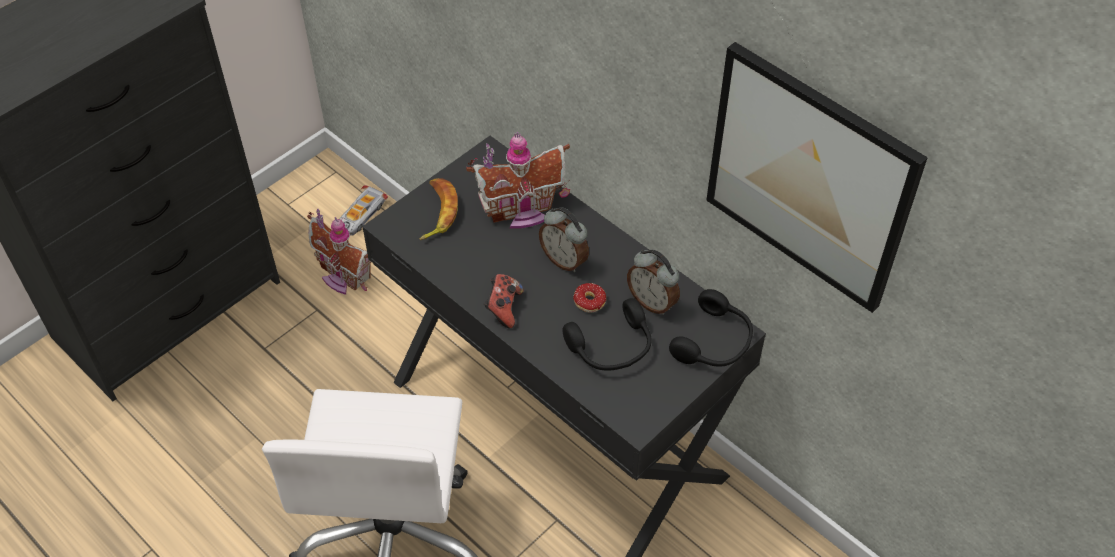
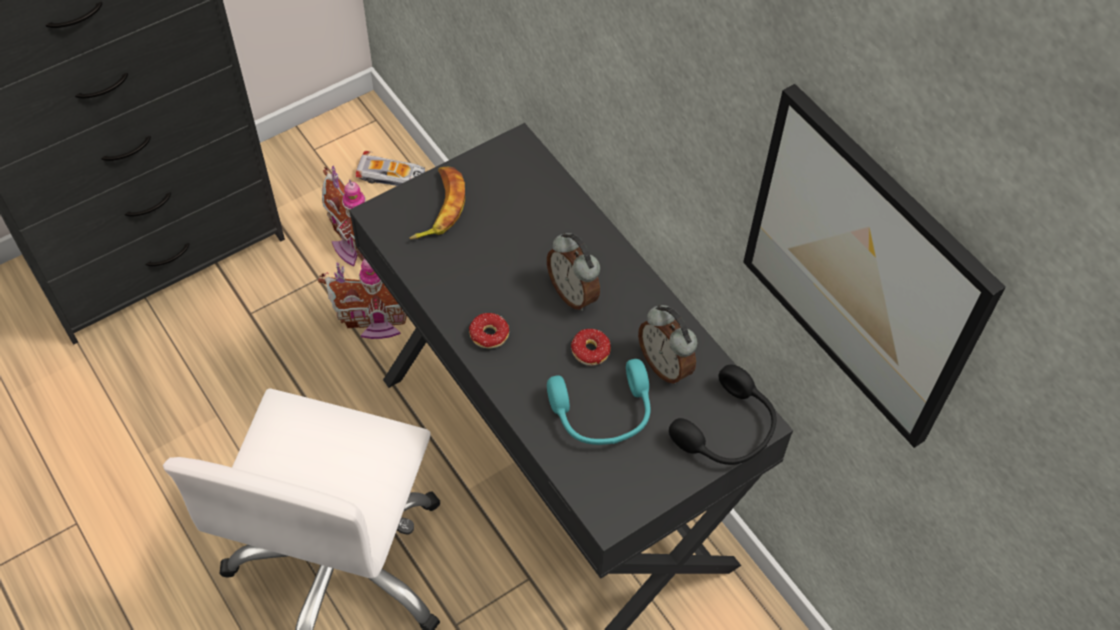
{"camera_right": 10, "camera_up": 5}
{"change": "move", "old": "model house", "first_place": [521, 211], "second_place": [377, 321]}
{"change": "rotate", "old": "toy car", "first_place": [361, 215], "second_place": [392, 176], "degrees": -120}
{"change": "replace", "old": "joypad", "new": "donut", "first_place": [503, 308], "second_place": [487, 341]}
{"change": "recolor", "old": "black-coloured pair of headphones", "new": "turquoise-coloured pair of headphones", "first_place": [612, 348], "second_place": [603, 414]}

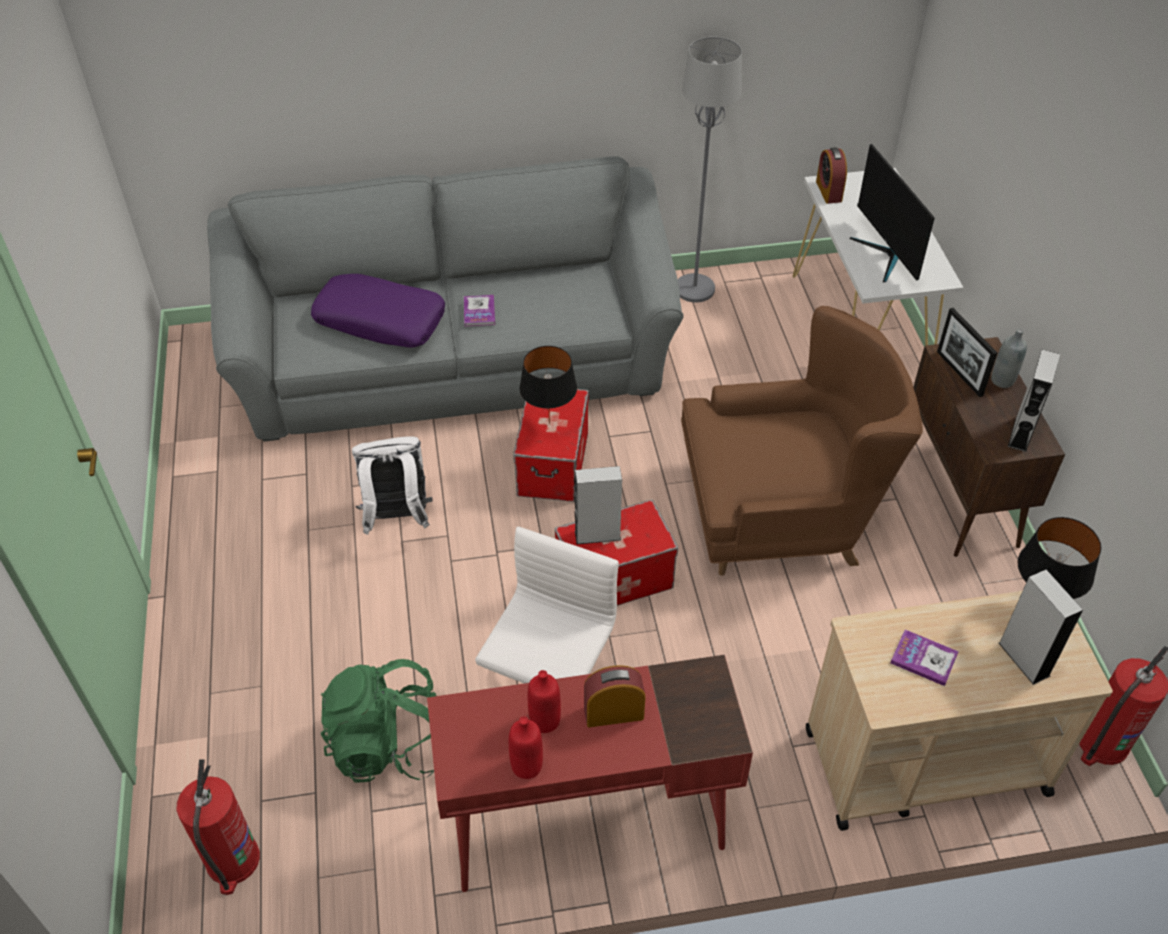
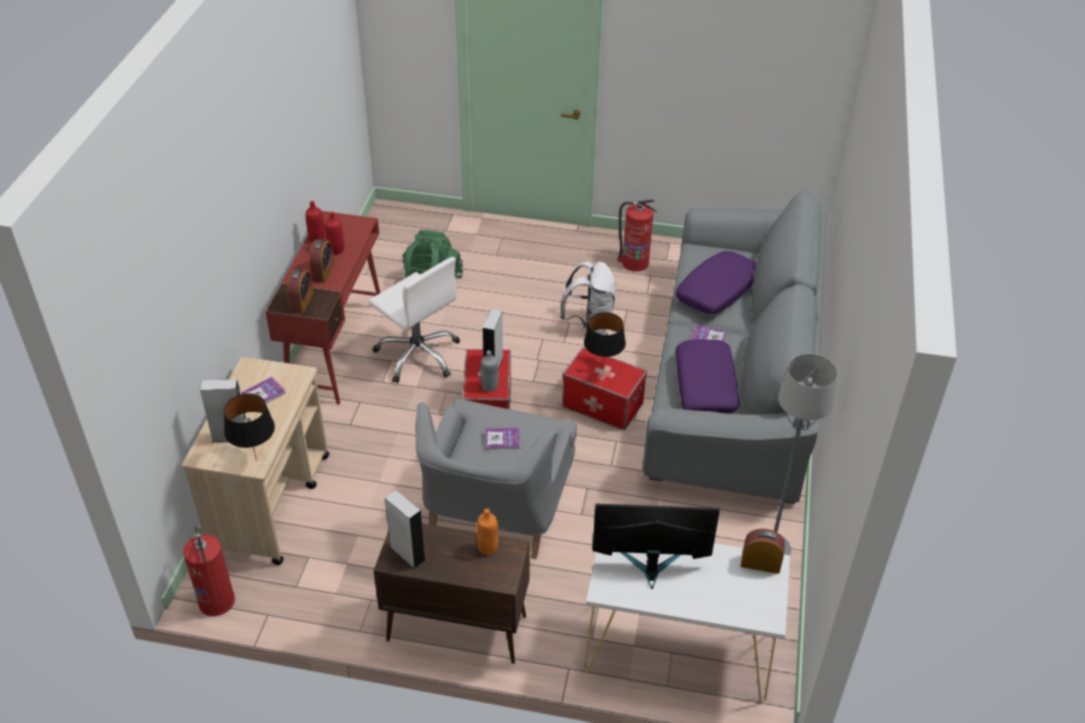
{"camera_right": 110, "camera_up": -5}
{"change": "insert", "new": "bedside clock", "second_place": [302, 302]}
{"change": "recolor", "old": "brown easy chair", "new": "greyish easy chair", "first_place": [780, 514], "second_place": [495, 509]}
{"change": "replace", "old": "photo frame", "new": "orange-coloured drink bottle", "first_place": [959, 373], "second_place": [487, 547]}
{"change": "move", "old": "greyish drink bottle", "first_place": [1002, 380], "second_place": [489, 386]}
{"change": "insert", "new": "book", "second_place": [502, 439]}
{"change": "move", "old": "extinguisher", "first_place": [232, 861], "second_place": [634, 262]}
{"change": "insert", "new": "purplish throw pillow", "second_place": [706, 385]}

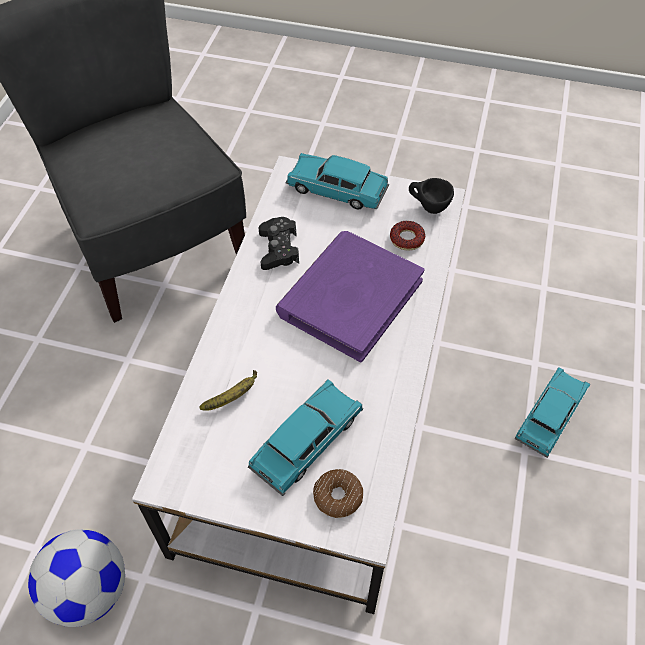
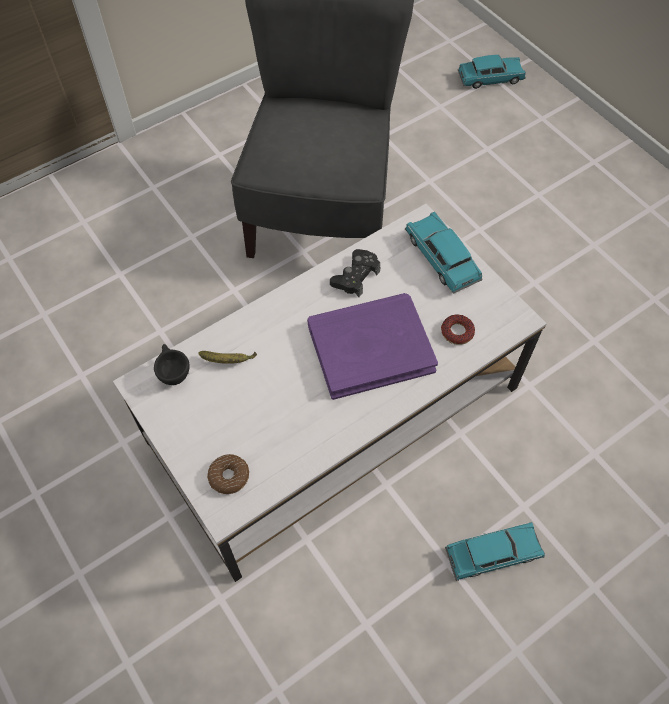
{"camera_right": 40, "camera_up": 5}
{"change": "move", "old": "black-coloured small cup", "first_place": [428, 208], "second_place": [173, 373]}
{"change": "move", "old": "turquoise-coloured toy car", "first_place": [307, 443], "second_place": [490, 79]}
{"change": "delete", "old": "football", "first_place": [89, 591]}

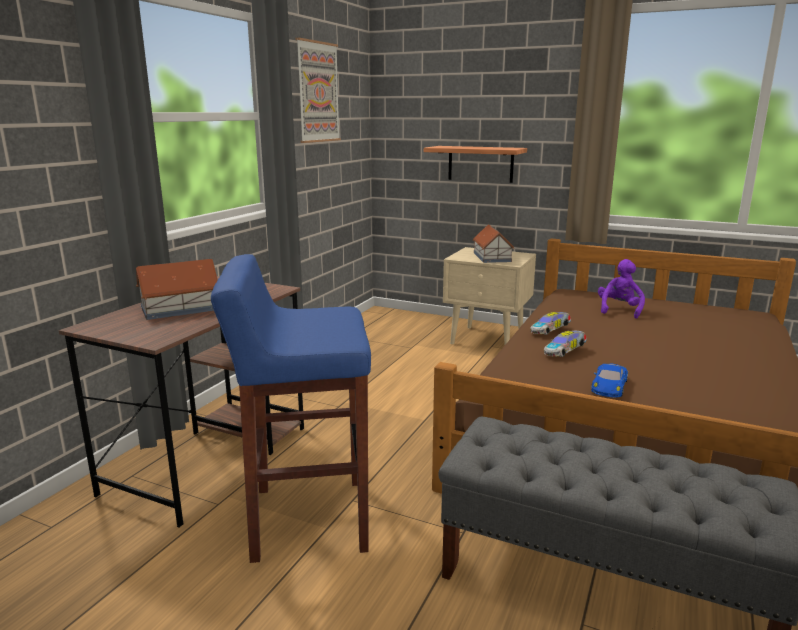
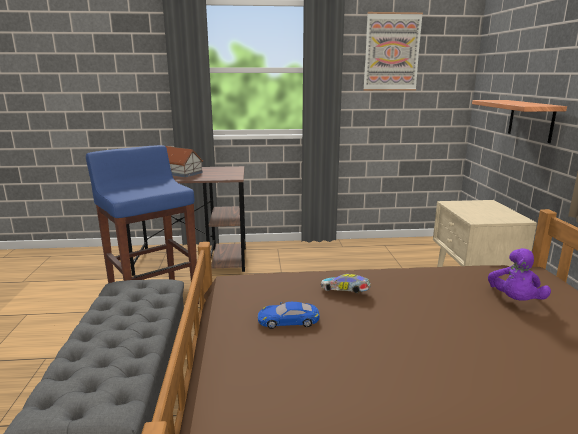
{"camera_right": 60, "camera_up": 0}
{"change": "rotate", "old": "purplish soft toy", "first_place": [619, 310], "second_place": [514, 301], "degrees": 120}
{"change": "delete", "old": "model house", "first_place": [492, 257]}
{"change": "delete", "old": "toy car", "first_place": [550, 331]}

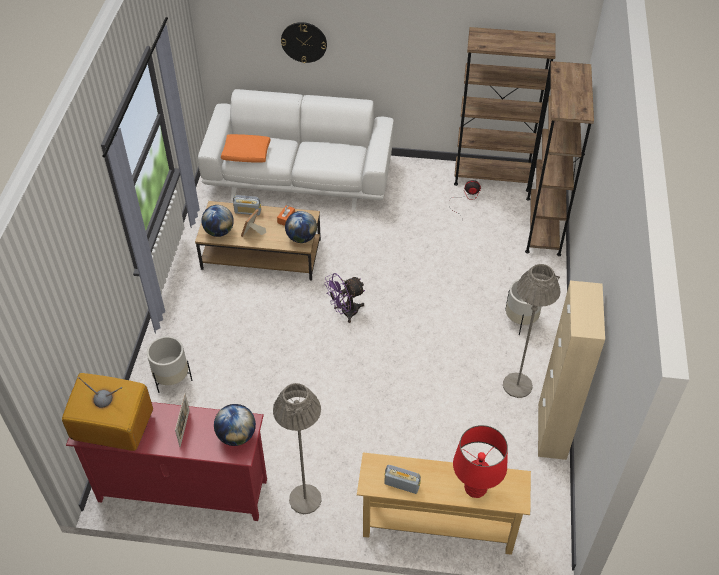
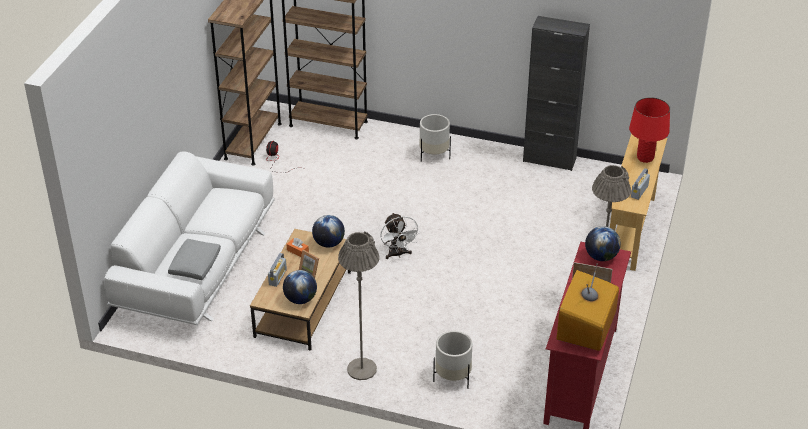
{"camera_right": -80, "camera_up": -10}
{"change": "recolor", "old": "orange-coloured throw pillow", "new": "greyish throw pillow", "first_place": [247, 154], "second_place": [195, 265]}
{"change": "move", "old": "greyish standing lamp", "first_place": [517, 385], "second_place": [361, 369]}
{"change": "recolor", "old": "purplish electric fan", "new": "white-coloured electric fan", "first_place": [345, 312], "second_place": [398, 254]}
{"change": "recolor", "old": "beige cabinet", "new": "black-coloured cabinet", "first_place": [552, 431], "second_place": [549, 160]}
{"change": "delete", "old": "wall clock", "first_place": [304, 42]}

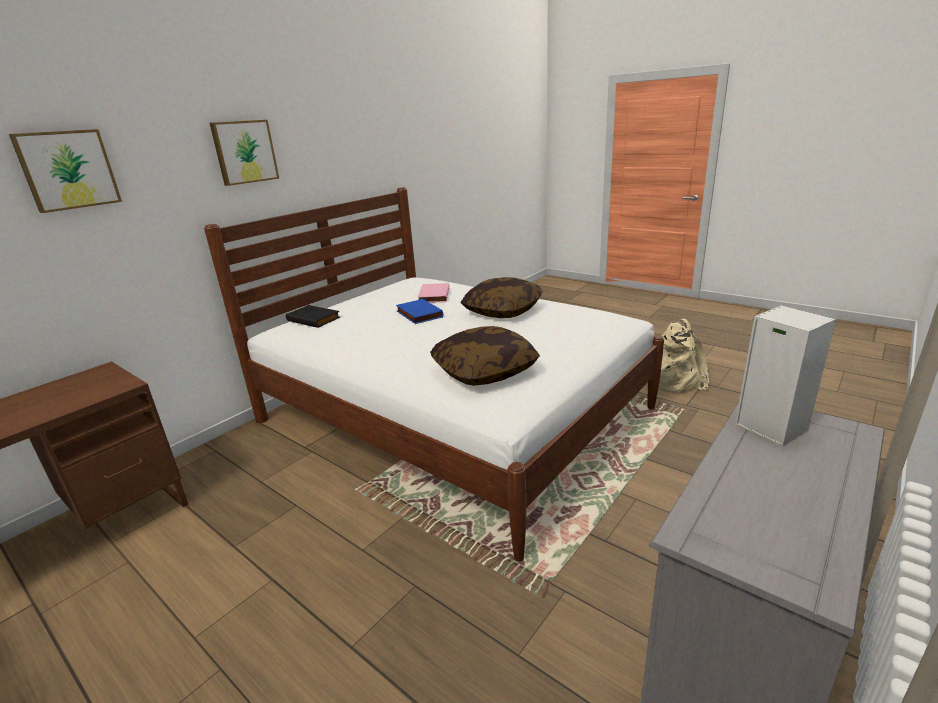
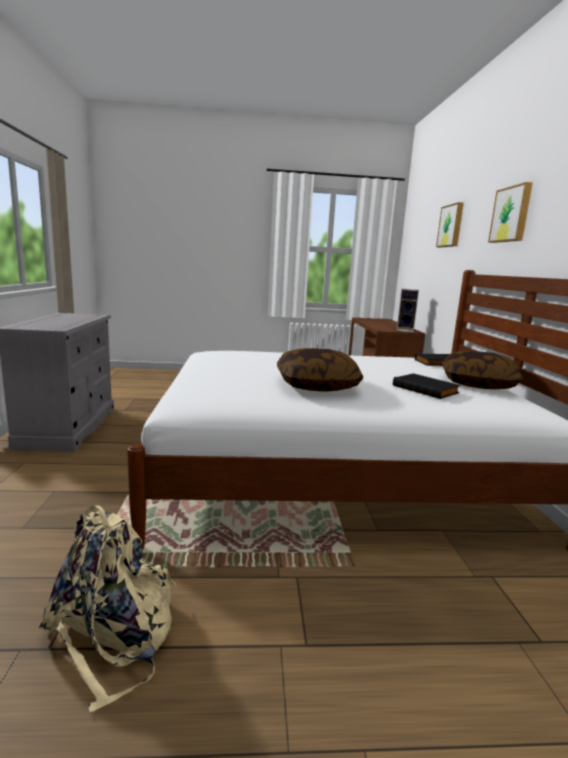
{"camera_right": 135, "camera_up": -10}
{"change": "recolor", "old": "pink-coloured book", "new": "black-coloured book", "first_place": [433, 295], "second_place": [426, 389]}
{"change": "move", "old": "loudspeaker", "first_place": [767, 427], "second_place": [405, 330]}
{"change": "move", "old": "throw pillow", "first_place": [485, 371], "second_place": [478, 384]}
{"change": "delete", "old": "blue book", "first_place": [418, 314]}

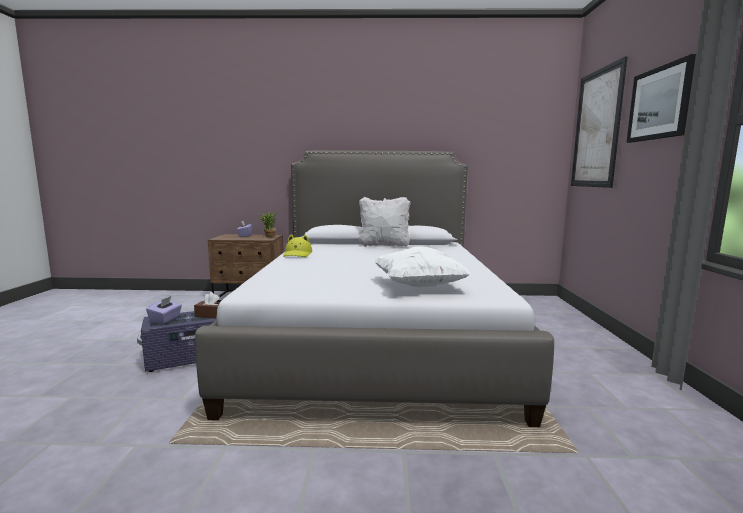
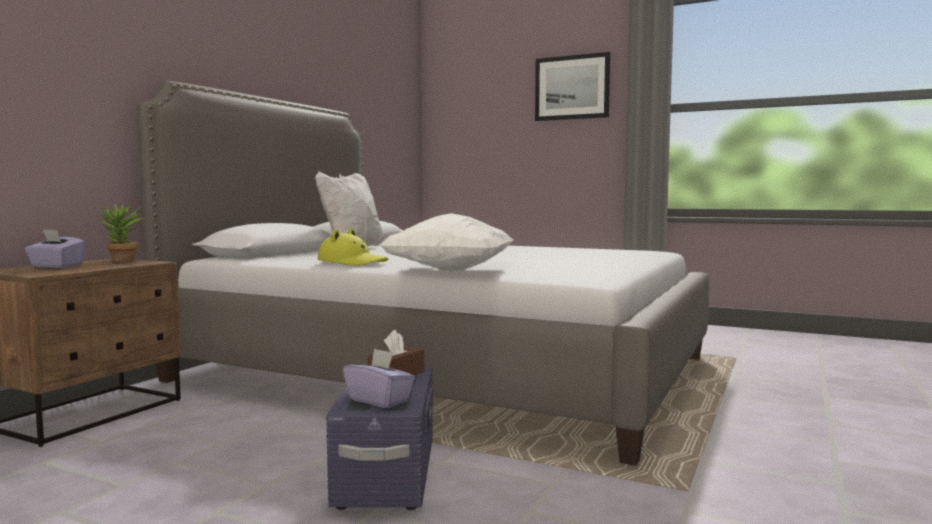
{"camera_right": -65, "camera_up": -5}
{"change": "move", "old": "white-coloured throw pillow", "first_place": [419, 286], "second_place": [450, 271]}
{"change": "delete", "old": "wall art", "first_place": [596, 129]}

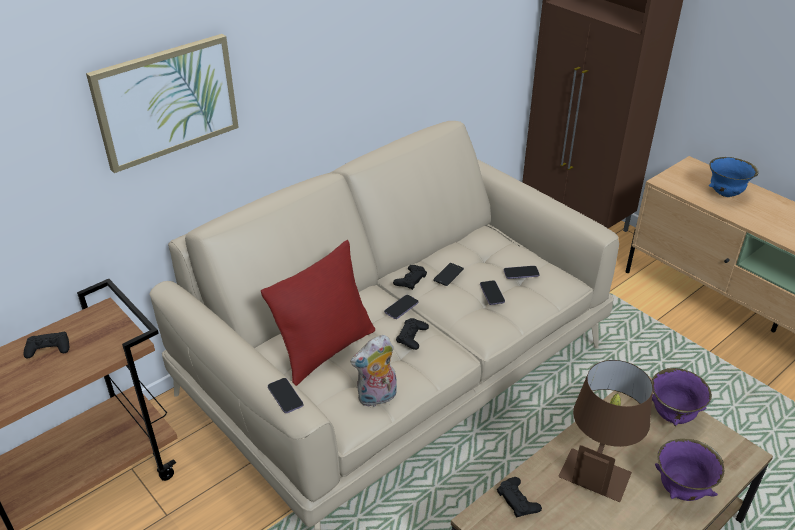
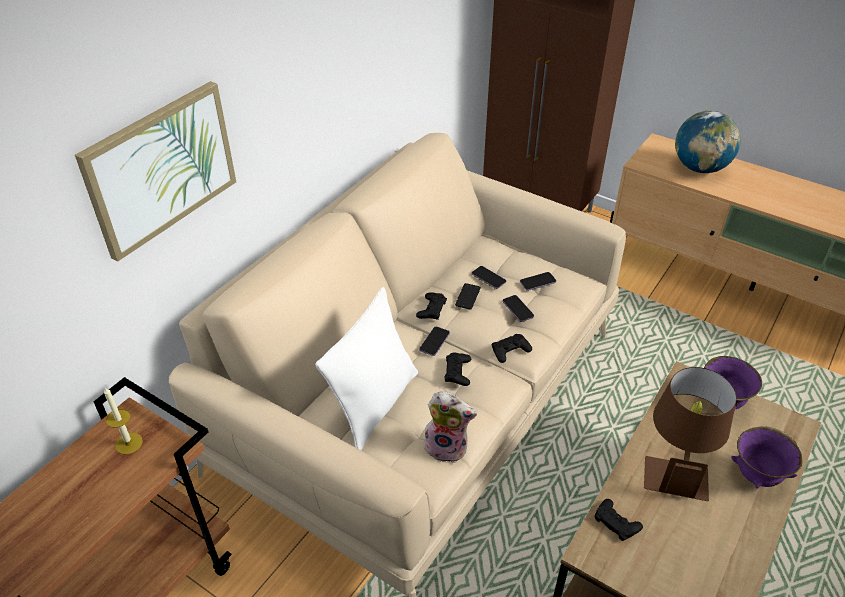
{"camera_right": -15, "camera_up": 5}
{"change": "insert", "new": "candle", "second_place": [129, 443]}
{"change": "recolor", "old": "red-coloured throw pillow", "new": "white-coloured throw pillow", "first_place": [325, 350], "second_place": [375, 405]}
{"change": "rotate", "old": "soft toy", "first_place": [377, 398], "second_place": [447, 447], "degrees": -120}
{"change": "move", "old": "handset", "first_place": [285, 396], "second_place": [488, 278]}
{"change": "move", "old": "black-coloured joypad", "first_place": [48, 348], "second_place": [510, 350]}
{"change": "replace", "old": "blue bowl", "new": "desk globe", "first_place": [725, 194], "second_place": [699, 168]}

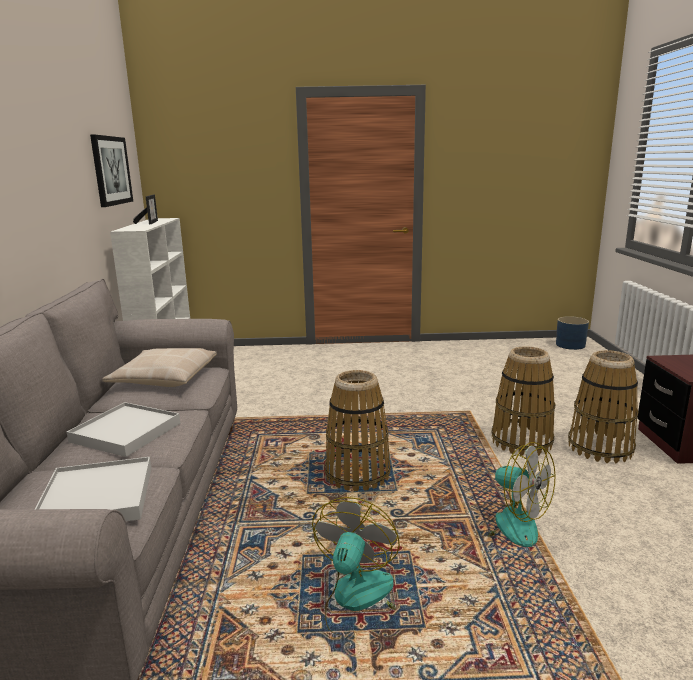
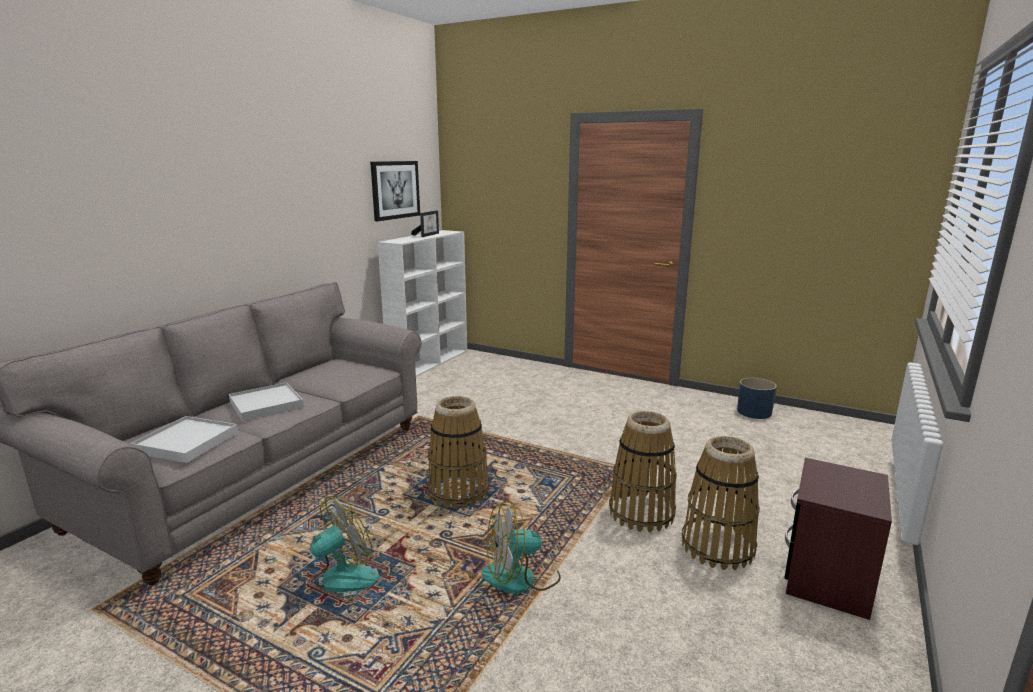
{"camera_right": 30, "camera_up": 0}
{"change": "rotate", "old": "electric fan", "first_place": [505, 523], "second_place": [521, 577], "degrees": 90}
{"change": "move", "old": "blue flower pot", "first_place": [570, 345], "second_place": [754, 412]}
{"change": "delete", "old": "beige throw pillow", "first_place": [164, 377]}

